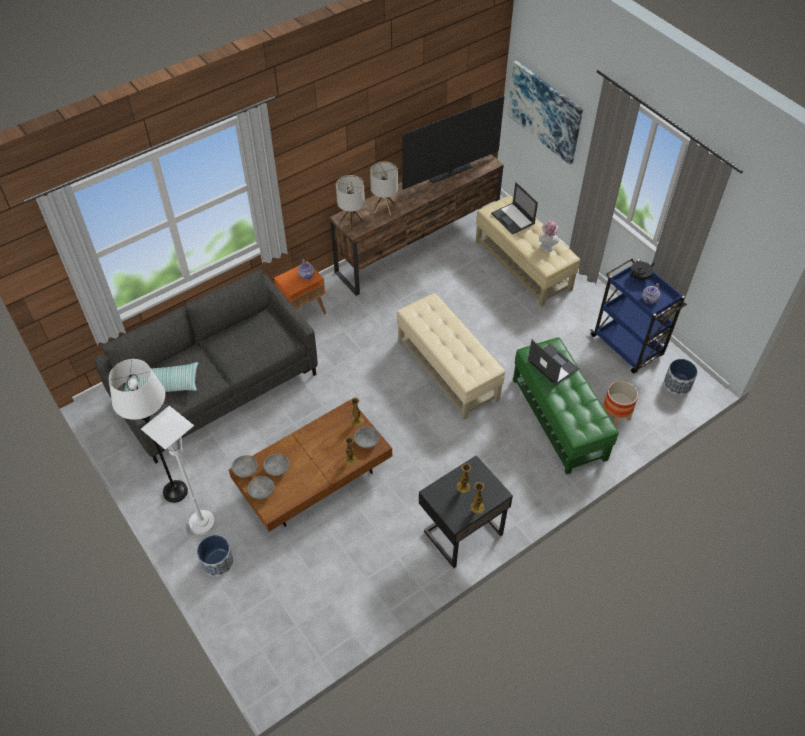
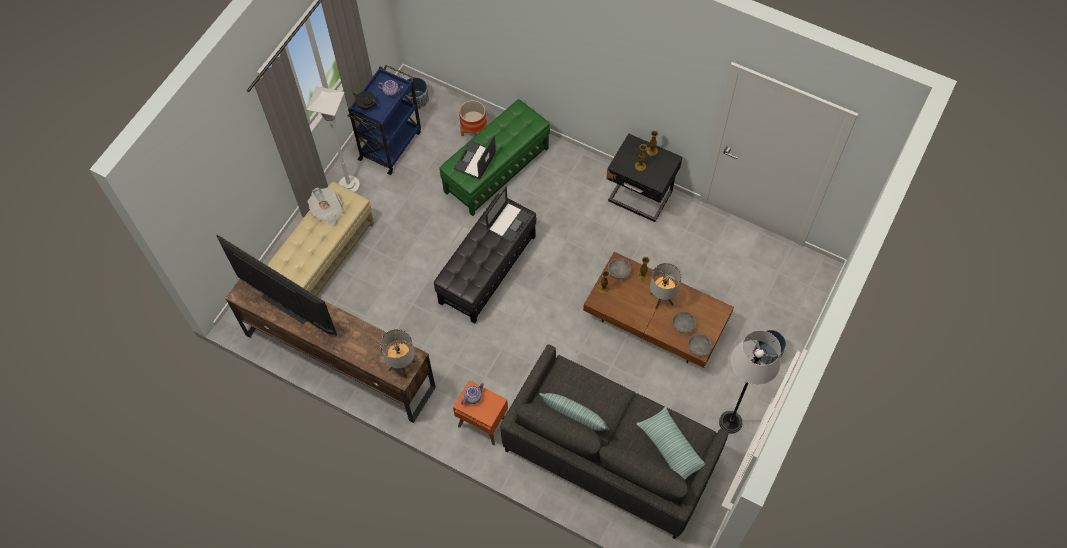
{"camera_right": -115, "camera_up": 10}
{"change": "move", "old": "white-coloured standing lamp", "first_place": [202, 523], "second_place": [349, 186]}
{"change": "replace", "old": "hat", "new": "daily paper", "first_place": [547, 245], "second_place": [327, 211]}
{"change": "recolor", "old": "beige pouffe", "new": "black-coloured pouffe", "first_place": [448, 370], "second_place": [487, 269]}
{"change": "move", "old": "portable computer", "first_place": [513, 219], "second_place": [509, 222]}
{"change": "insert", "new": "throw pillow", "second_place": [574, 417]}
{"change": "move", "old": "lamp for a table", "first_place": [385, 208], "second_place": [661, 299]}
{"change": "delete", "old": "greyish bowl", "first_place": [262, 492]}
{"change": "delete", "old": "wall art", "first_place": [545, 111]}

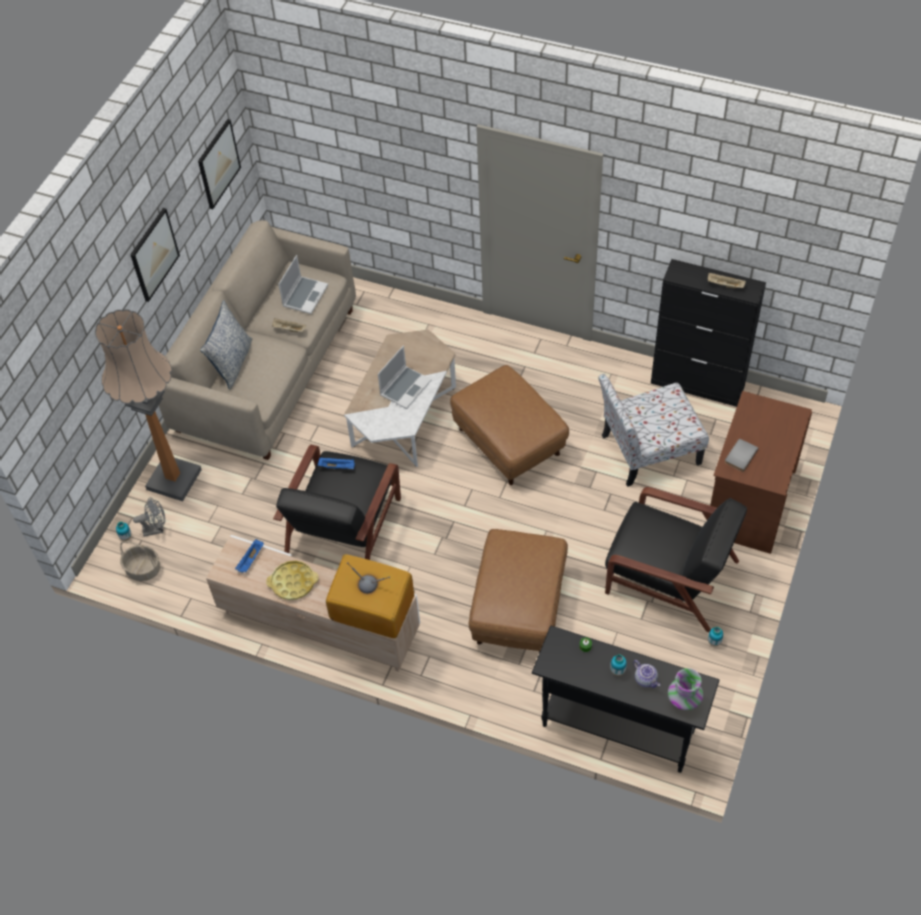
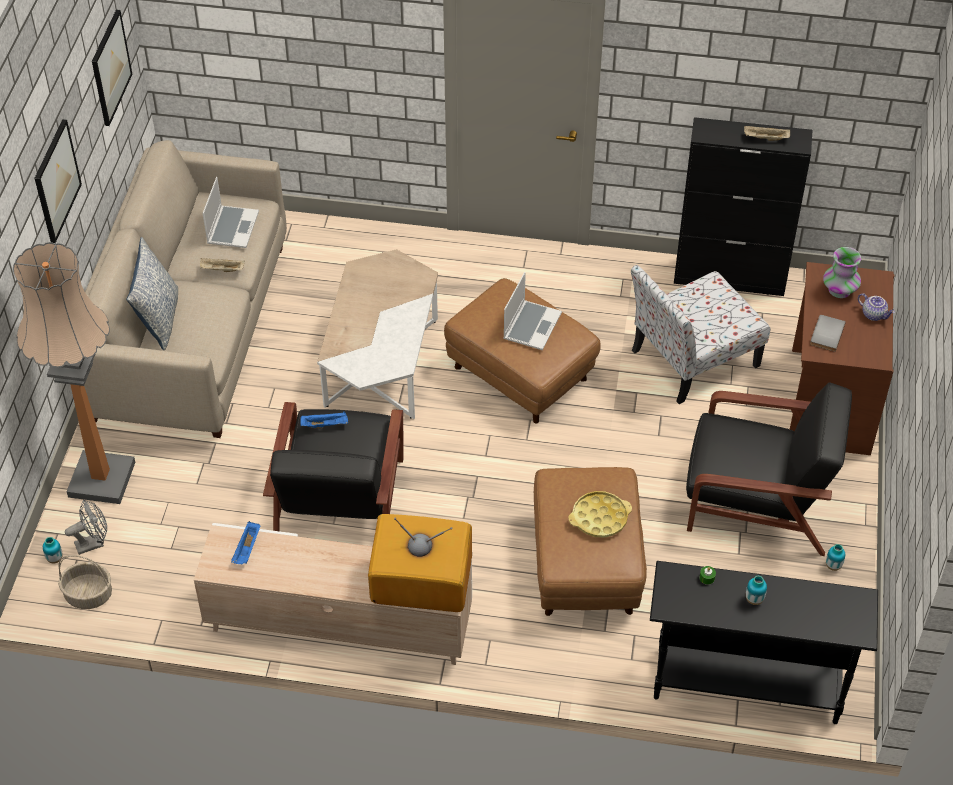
{"camera_right": -15, "camera_up": -5}
{"change": "move", "old": "portable computer", "first_place": [405, 387], "second_place": [531, 325]}
{"change": "move", "old": "yellow carrying tray", "first_place": [293, 582], "second_place": [599, 518]}
{"change": "move", "old": "decorative vase", "first_place": [684, 700], "second_place": [839, 290]}
{"change": "move", "old": "tea pot", "first_place": [646, 679], "second_place": [874, 314]}

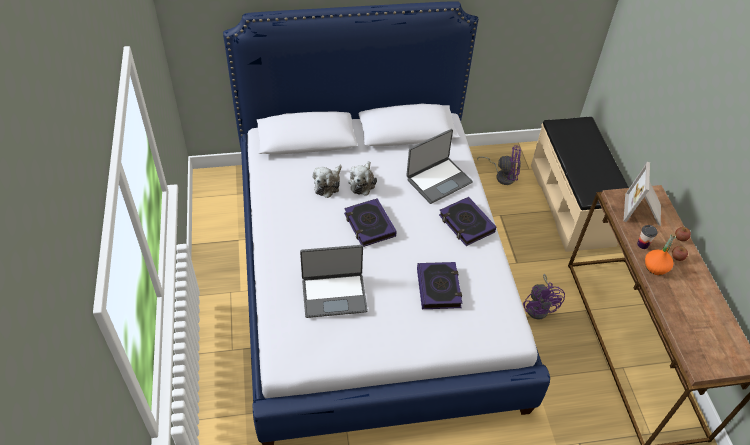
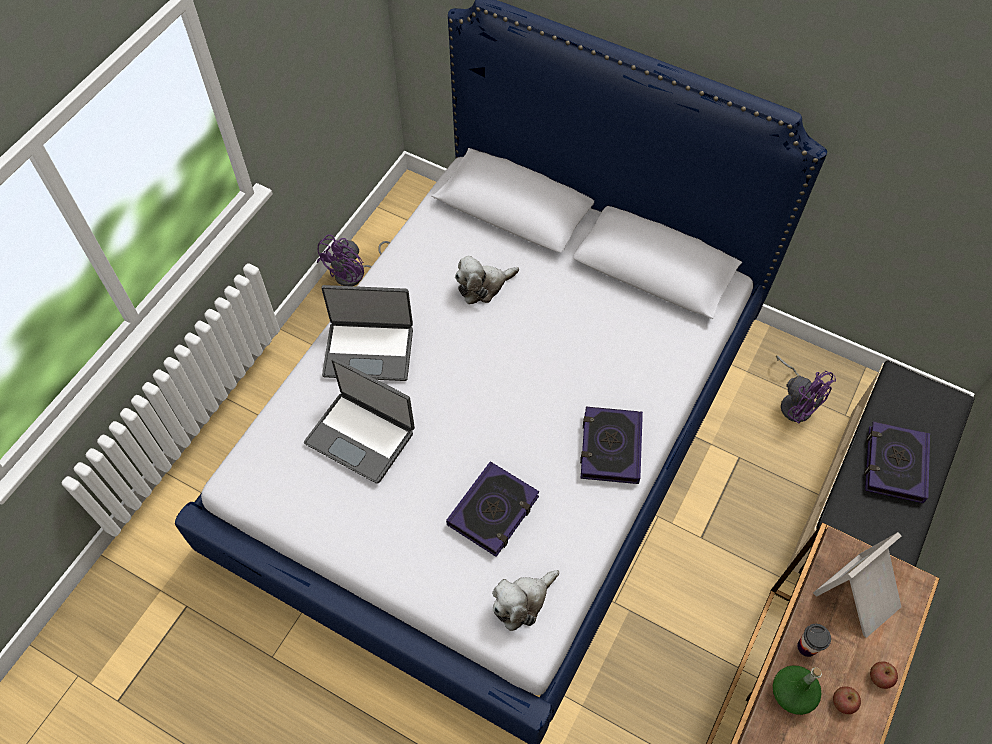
{"camera_right": 40, "camera_up": 10}
{"change": "move", "old": "purplish electric fan", "first_place": [539, 307], "second_place": [356, 274]}
{"change": "move", "old": "portable computer", "first_place": [438, 180], "second_place": [369, 350]}
{"change": "move", "old": "soft toy", "first_place": [362, 183], "second_place": [522, 602]}
{"change": "recolor", "old": "orange-coloured drink bottle", "new": "green-coloured drink bottle", "first_place": [655, 267], "second_place": [792, 693]}
{"change": "move", "old": "book", "first_place": [369, 225], "second_place": [894, 464]}

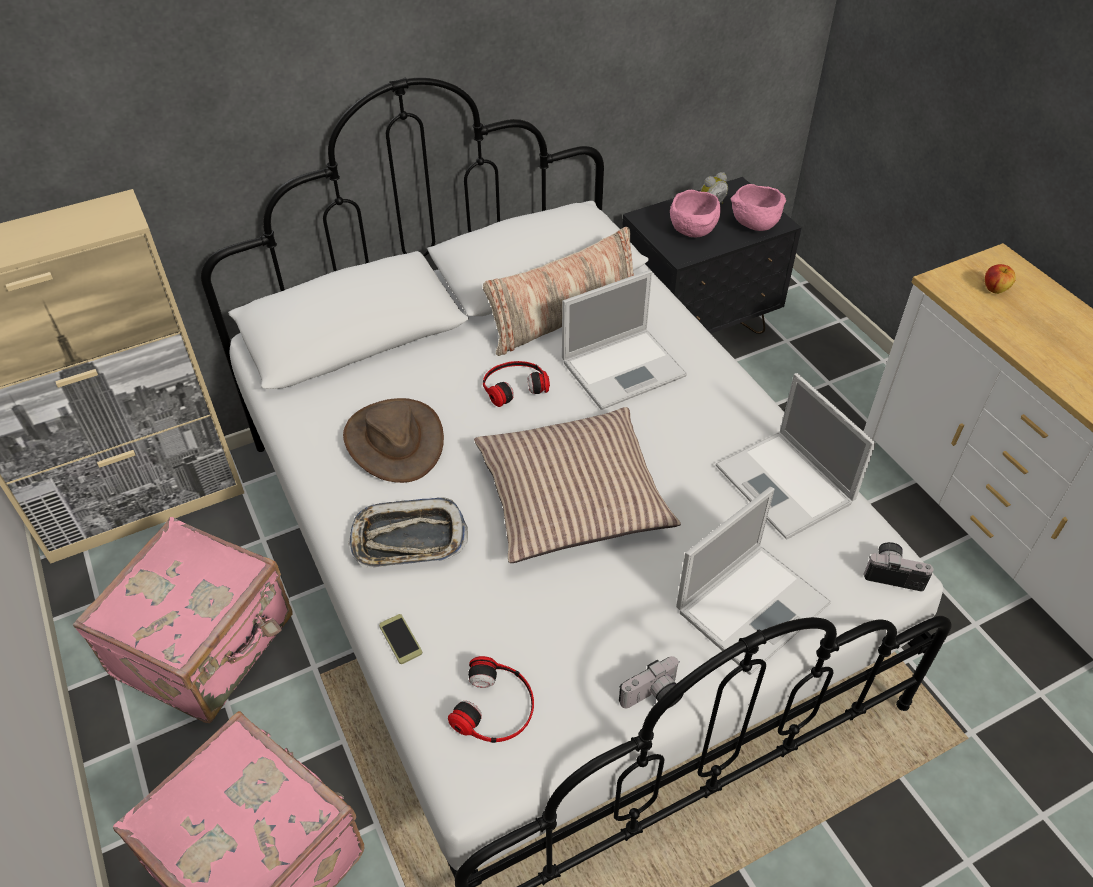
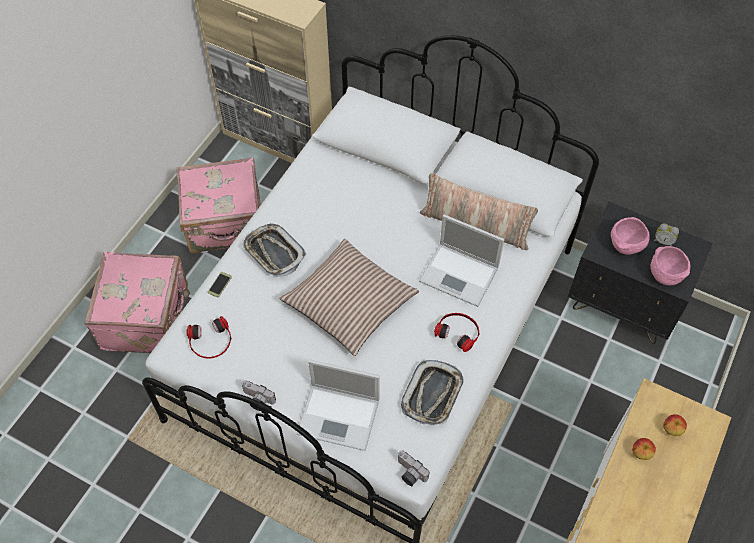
{"camera_right": 55, "camera_up": 10}
{"change": "rotate", "old": "still camera", "first_place": [894, 572], "second_place": [409, 473], "degrees": 150}
{"change": "replace", "old": "portable computer", "new": "carrying tray", "first_place": [786, 485], "second_place": [432, 395]}
{"change": "move", "old": "pair of headphones", "first_place": [513, 385], "second_place": [458, 331]}
{"change": "insert", "new": "apple fruit", "second_place": [641, 453]}
{"change": "delete", "old": "brown hat", "first_place": [394, 441]}

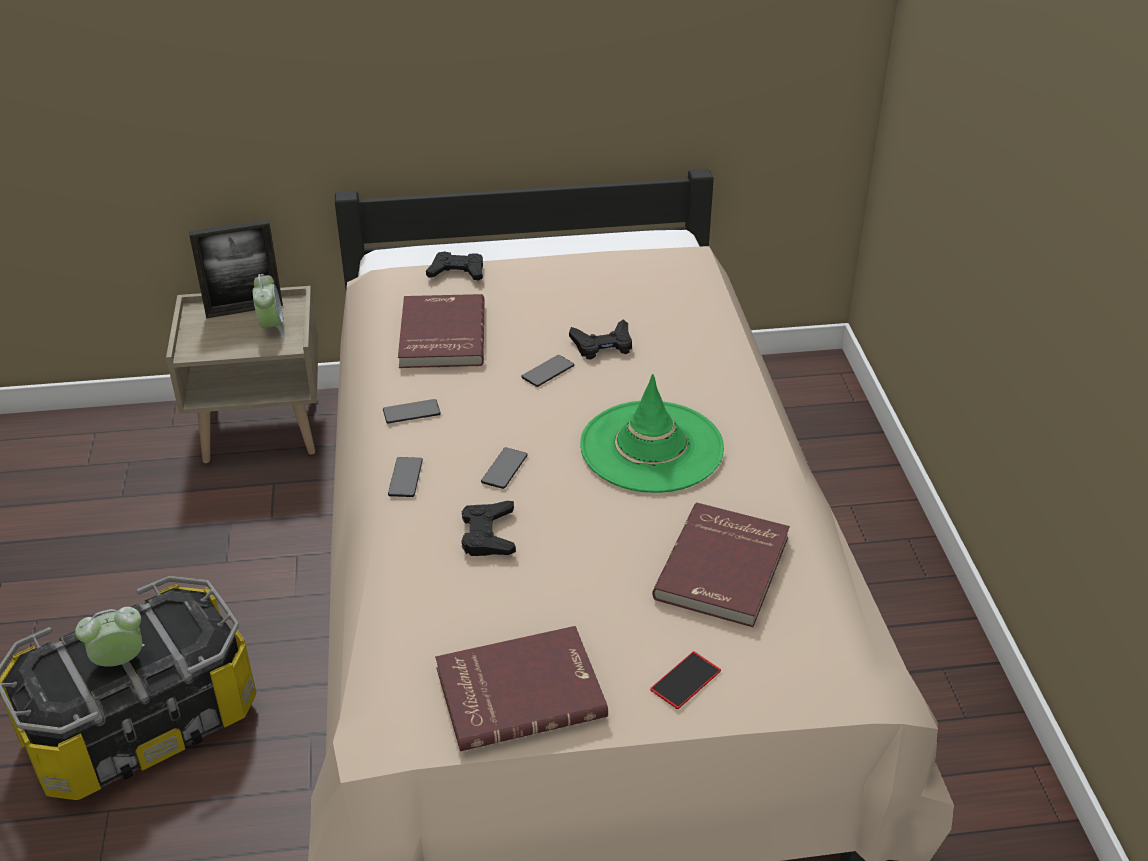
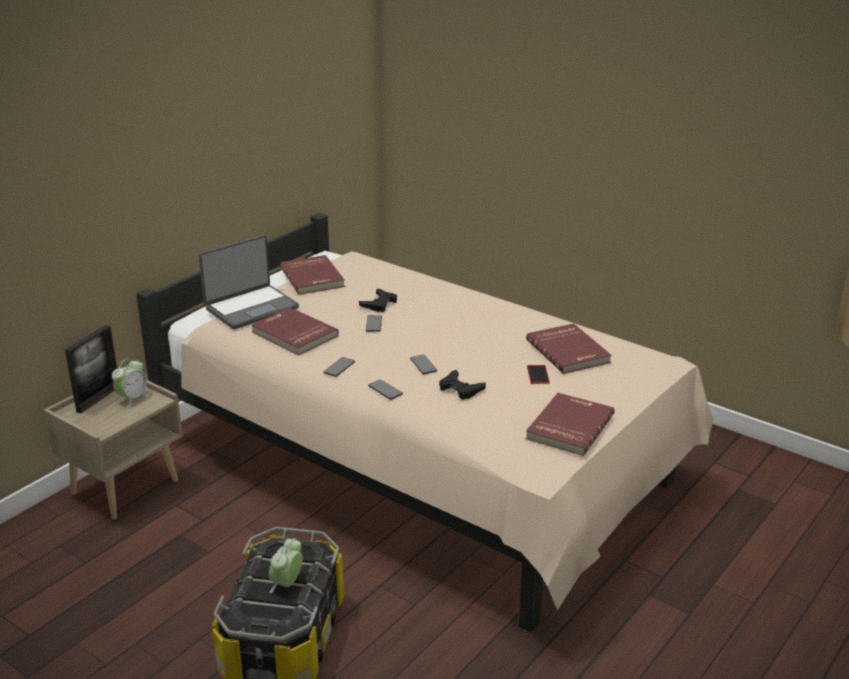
{"camera_right": -45, "camera_up": -10}
{"change": "rotate", "old": "bedside clock", "first_place": [271, 327], "second_place": [132, 398], "degrees": 90}
{"change": "replace", "old": "black-coloured joypad", "new": "portable computer", "first_place": [457, 272], "second_place": [251, 307]}
{"change": "insert", "new": "red-coloured book", "second_place": [313, 277]}
{"change": "move", "old": "handset", "first_place": [685, 680], "second_place": [538, 374]}
{"change": "delete", "old": "green-coloured hat", "first_place": [651, 447]}

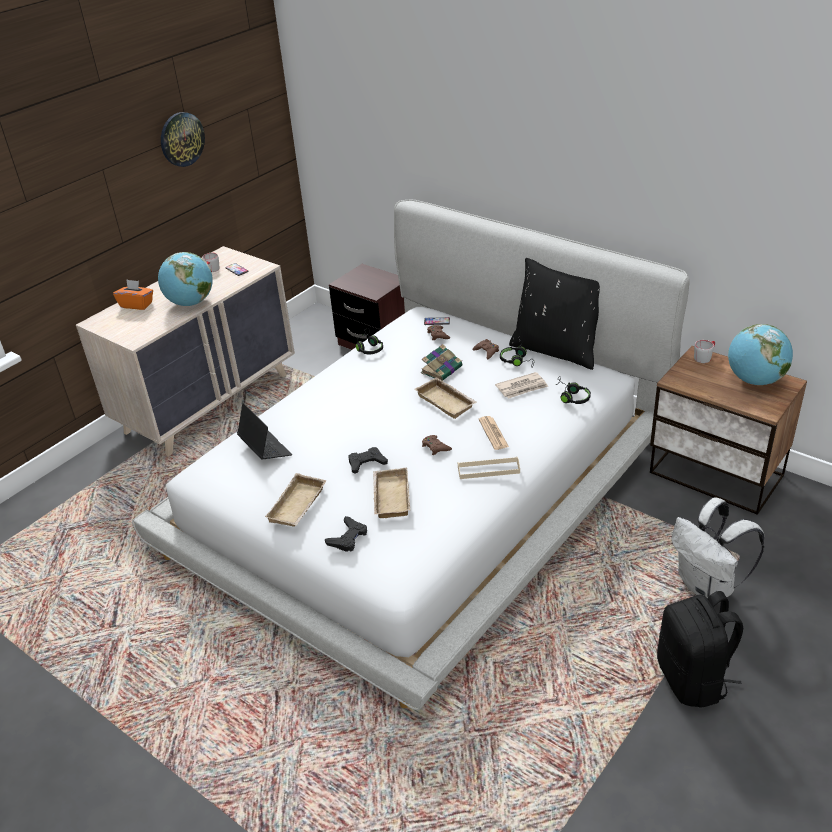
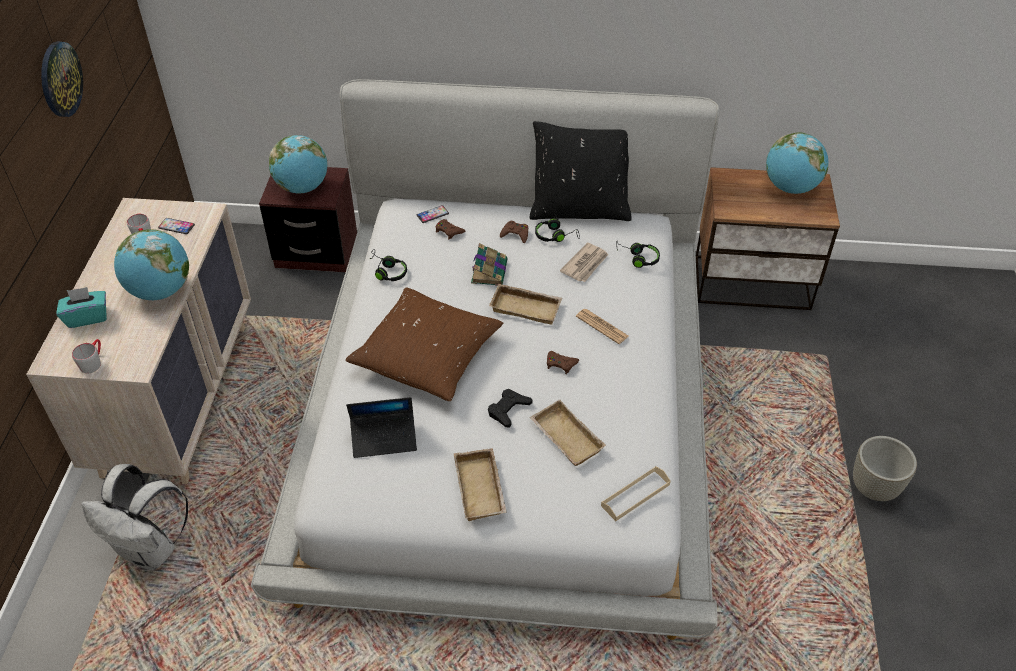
{"camera_right": -35, "camera_up": 10}
{"change": "recolor", "old": "orange-coloured box of tissues", "new": "turquoise-coloured box of tissues", "first_place": [137, 305], "second_place": [87, 317]}
{"change": "move", "old": "greyish coffee mug", "first_place": [704, 357], "second_place": [93, 362]}
{"change": "move", "old": "white-coloured knapsack", "first_place": [708, 587], "second_place": [150, 550]}
{"change": "insert", "new": "desk globe", "second_place": [302, 187]}
{"change": "insert", "new": "brown throw pillow", "second_place": [427, 355]}
{"change": "rotate", "old": "portable computer", "first_place": [265, 449], "second_place": [384, 438], "degrees": 150}
{"change": "move", "old": "beige carrying tray", "first_place": [488, 470], "second_place": [635, 495]}
{"change": "replace", "old": "black-coloured knapsack", "new": "greyish flower pot", "first_place": [693, 679], "second_place": [874, 488]}
{"change": "delete", "old": "black-coloured joypad", "first_place": [348, 538]}

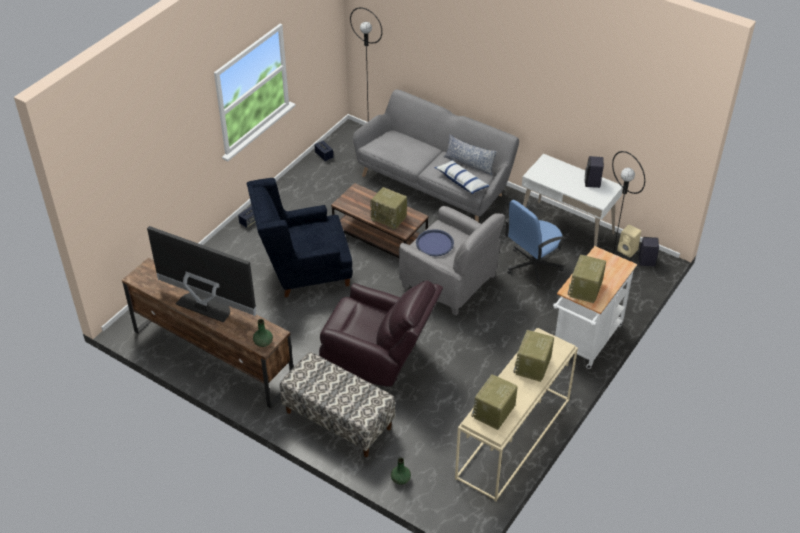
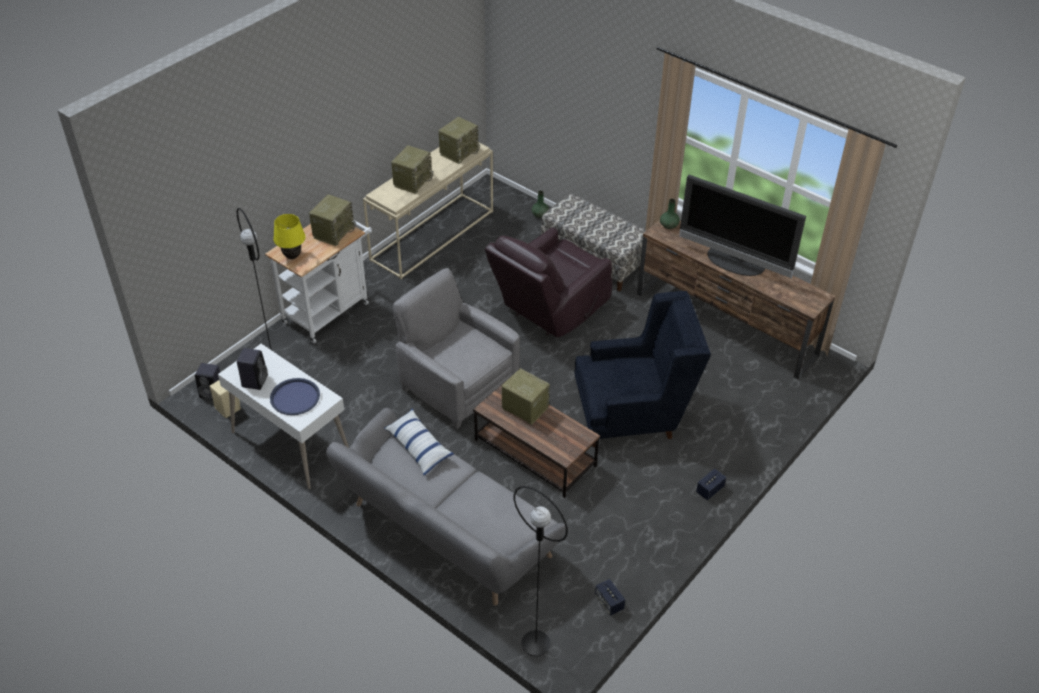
{"camera_right": -175, "camera_up": 0}
{"change": "move", "old": "blue carrying tray", "first_place": [434, 243], "second_place": [295, 397]}
{"change": "insert", "new": "yellow lamp for a table", "second_place": [292, 256]}
{"change": "rotate", "old": "brown easy chair", "first_place": [379, 358], "second_place": [550, 310], "degrees": -75}
{"change": "delete", "old": "throw pillow", "first_place": [469, 164]}
{"change": "delete", "old": "blue office chair", "first_place": [532, 266]}

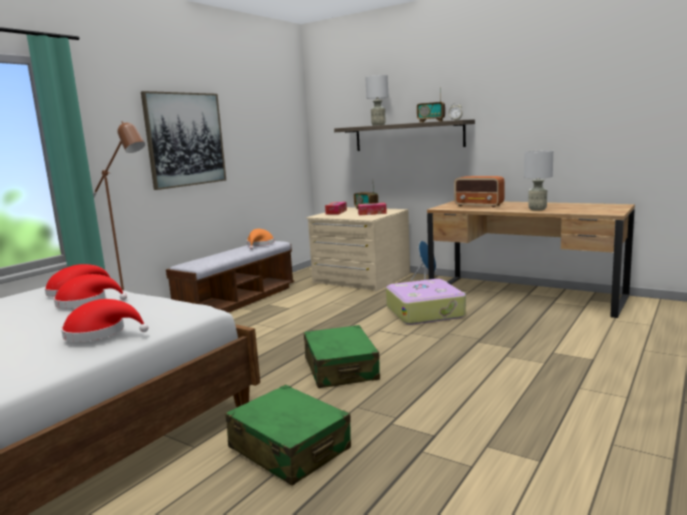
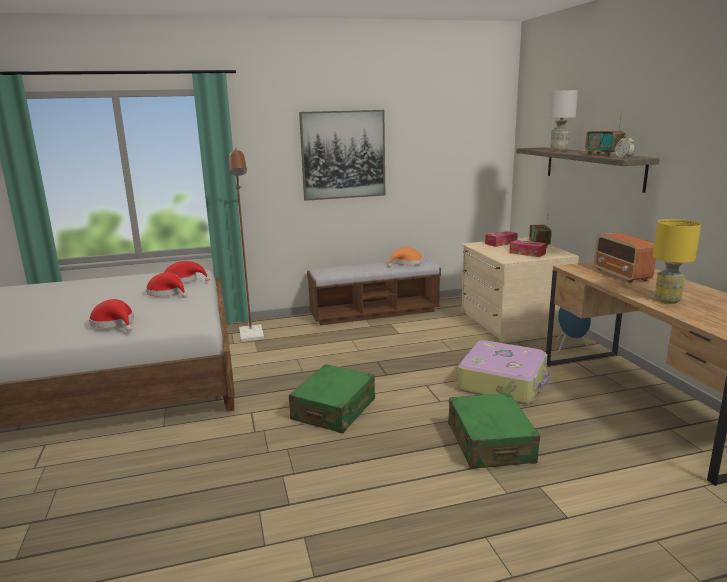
{"camera_right": 40, "camera_up": 5}
{"change": "move", "old": "green-coloured suitcase", "first_place": [289, 448], "second_place": [490, 443]}
{"change": "recolor", "old": "greyish lamp for a table", "new": "yellow lamp for a table", "first_place": [537, 209], "second_place": [667, 301]}

